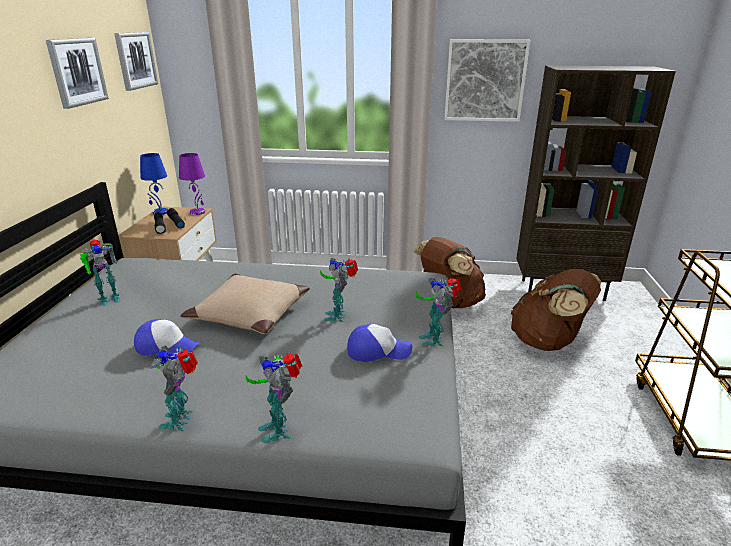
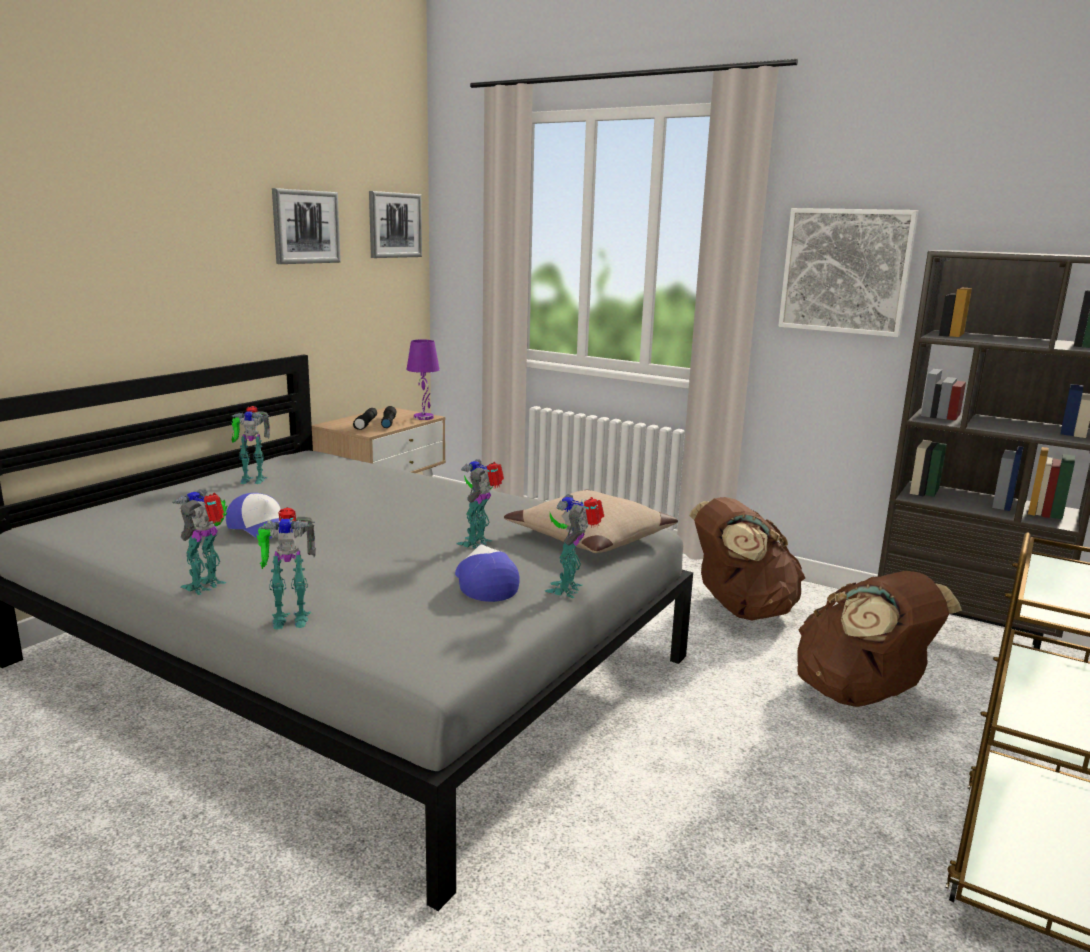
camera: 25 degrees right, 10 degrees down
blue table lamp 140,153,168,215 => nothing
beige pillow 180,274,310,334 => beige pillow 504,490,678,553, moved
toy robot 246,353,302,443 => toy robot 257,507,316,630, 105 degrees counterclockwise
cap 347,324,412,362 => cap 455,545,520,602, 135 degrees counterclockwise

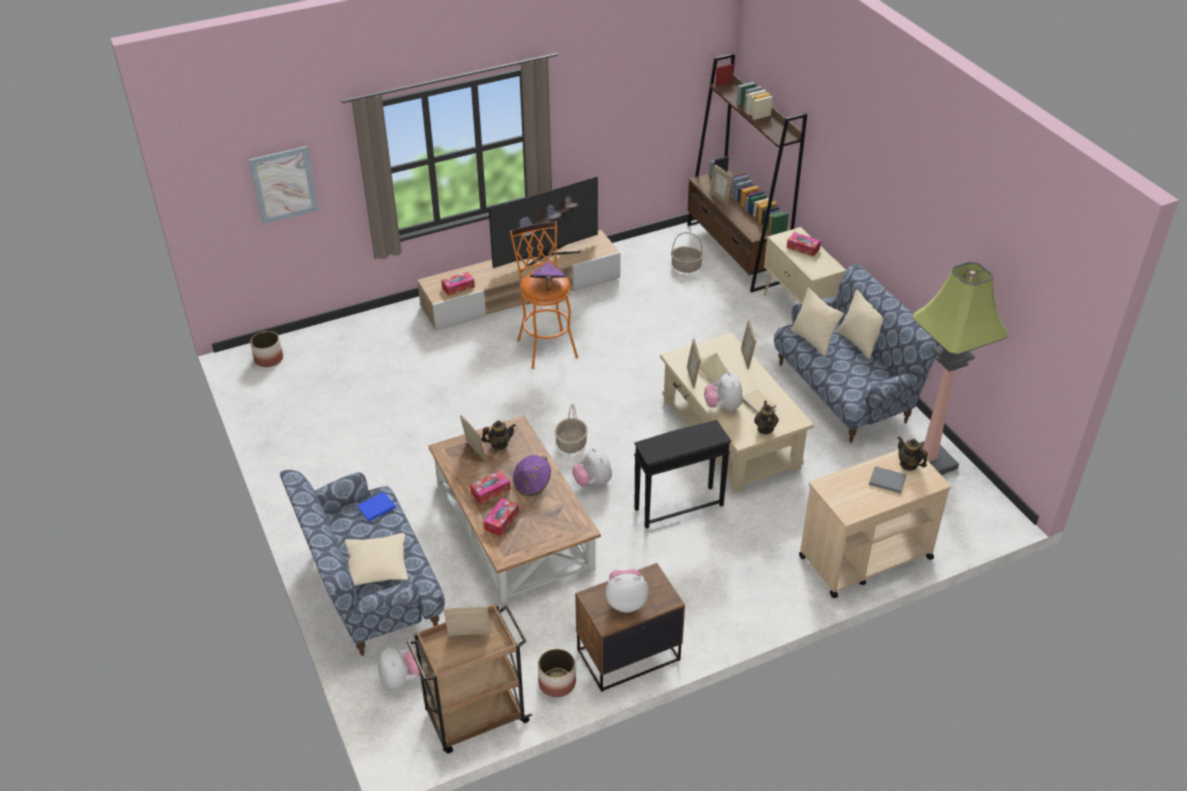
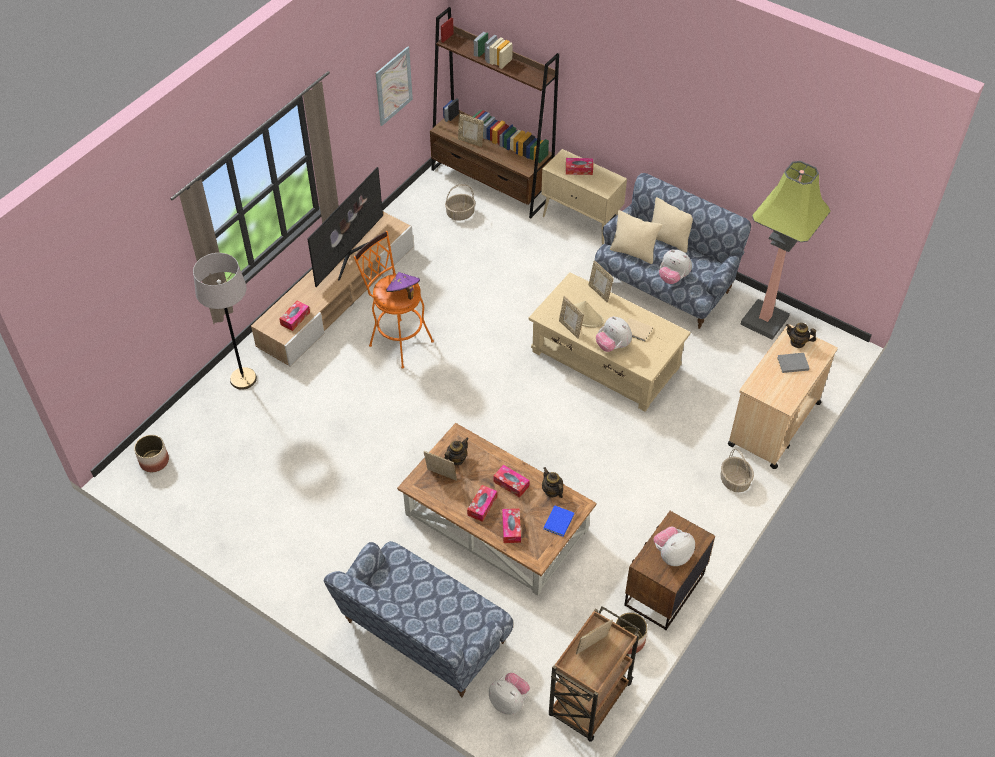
camera: 30 degrees left, 10 degrees up
picture 249,146,318,224 => picture 376,46,413,126, moved
beige pillow 345,533,408,586 => nothing
blue book 357,492,396,522 => blue book 544,505,574,537, moved
purple hat 513,455,551,496 => tissue box 493,465,530,498
basket 555,404,588,453 => basket 720,448,754,492, moved
plush toy 573,448,612,486 => plush toy 659,249,692,284, moved
black side table 634,420,731,529 => nothing
teapot 754,401,779,434 => teapot 542,467,563,498, moved
nothing => grey floor lamp 193,253,257,390

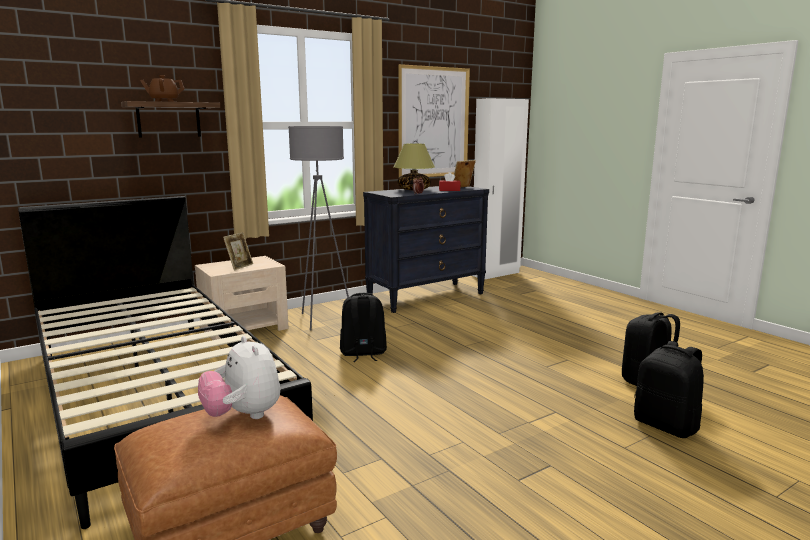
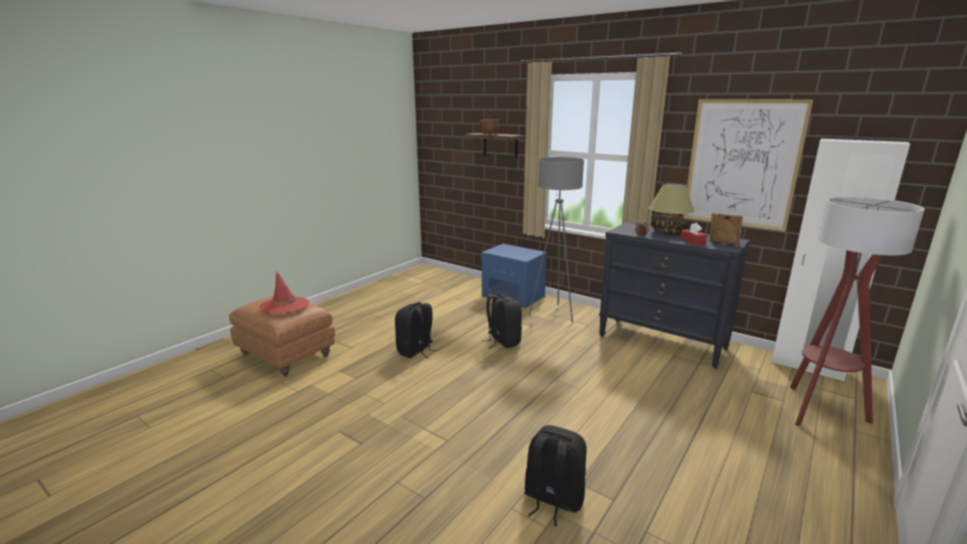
camera: 70 degrees right, 5 degrees up
black bed 18,196,313,529 => nothing
beige nightstand 195,256,289,340 => blue nightstand 482,244,547,308
plush toy 198,336,280,419 => red hat 259,271,309,314
picture frame 223,232,253,270 => nothing
black backpack 634,341,704,438 => black backpack 395,302,438,359, moved
nothing => floor lamp 790,196,925,426

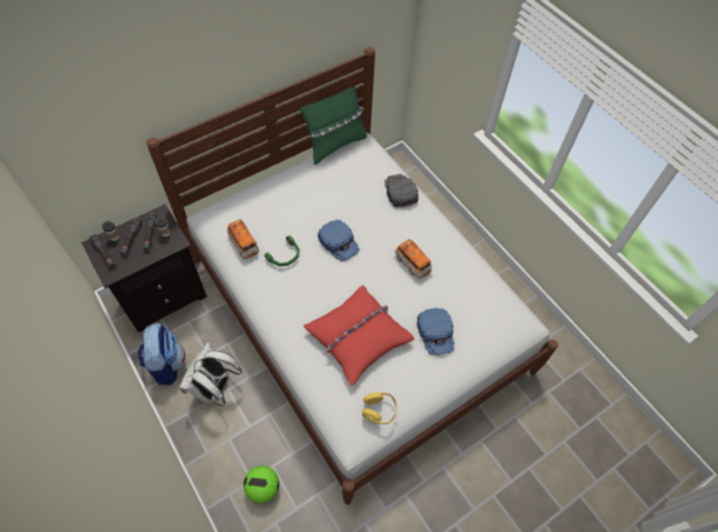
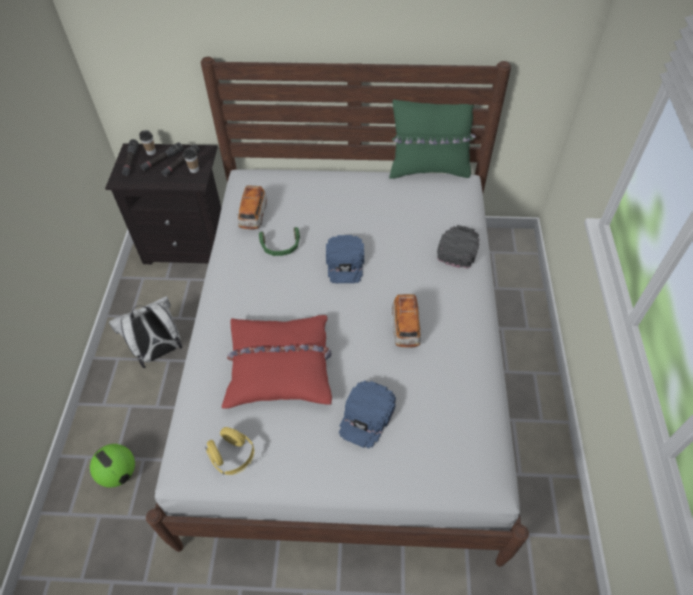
camera: 40 degrees right, 5 degrees down
backpack 138,323,186,385 => nothing

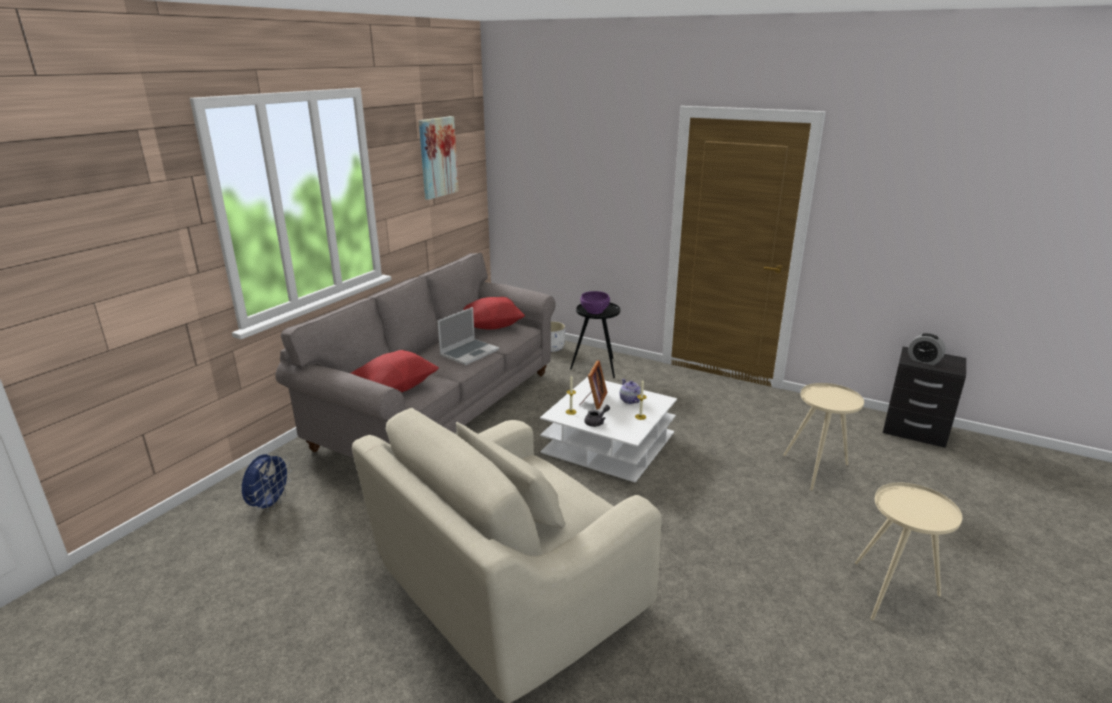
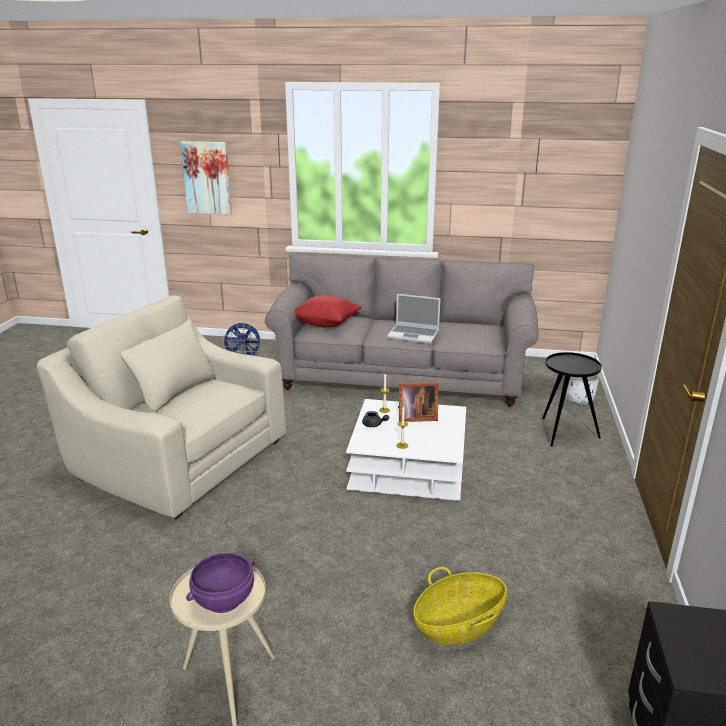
camera: 70 degrees right, 0 degrees up
picture 419,116,459,200 => picture 180,141,232,215, moved
red pillow 463,297,525,330 => nothing
purple bowl 580,291,610,314 => purple bowl 186,553,255,613, moved
teapot 620,379,641,404 => nothing
beige side table 783,383,864,490 => basket 413,567,507,645
alarm clock 908,333,945,365 => nothing

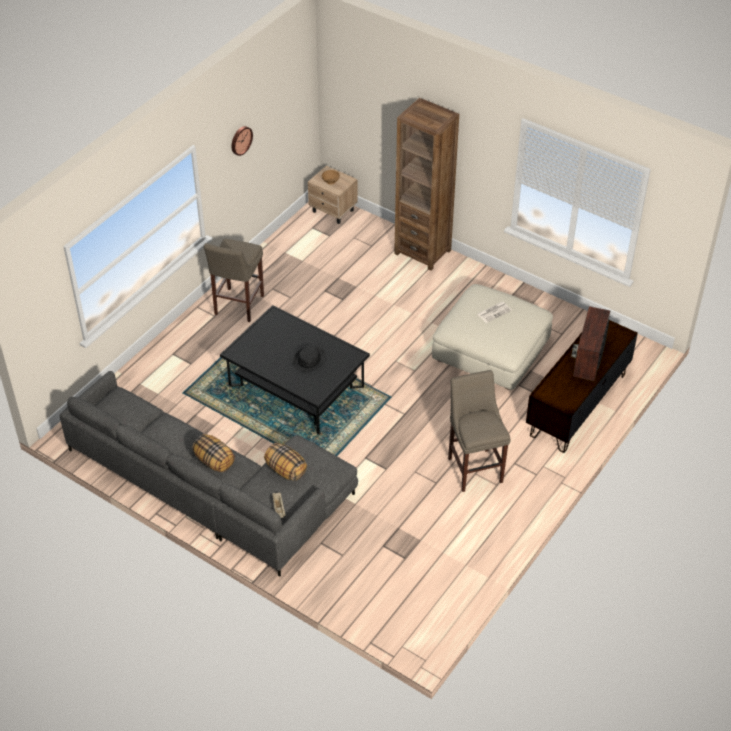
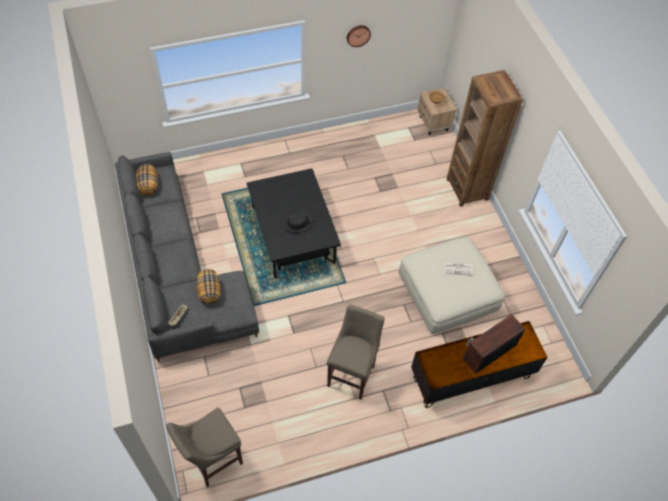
camera: 35 degrees right, 10 degrees up
pillow 192,434,235,472 => pillow 136,164,158,196, moved
beige stool 204,239,264,322 => beige stool 166,408,243,487, moved

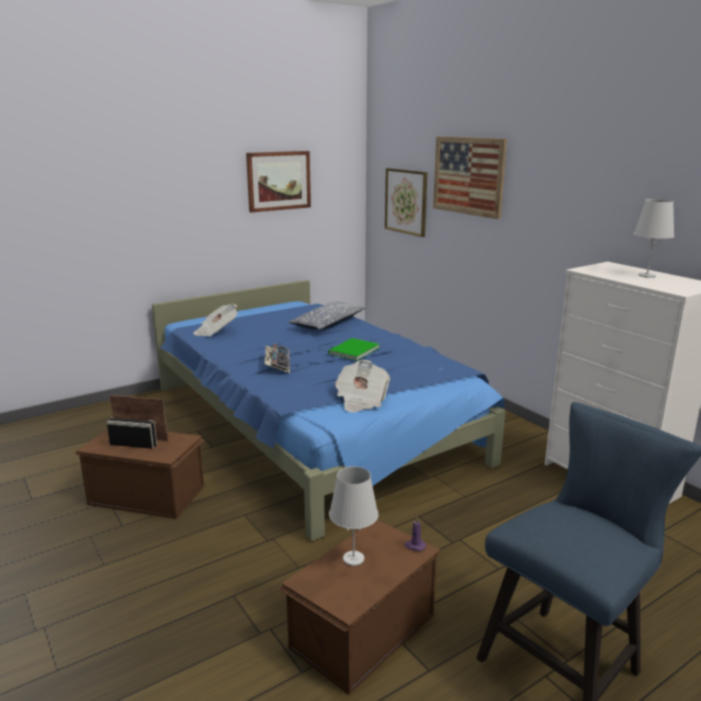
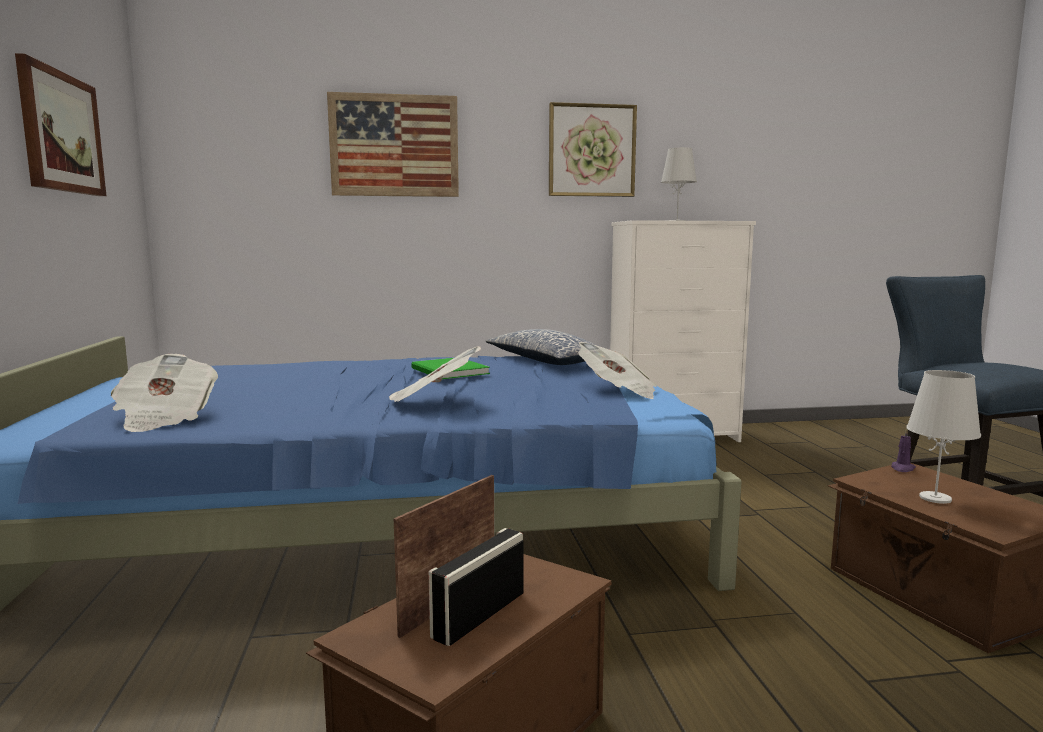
camera: 65 degrees left, 10 degrees down
keyboard 265,343,290,373 => newspaper 389,346,481,402
pillow 289,302,365,330 => pillow 486,329,598,365, moved
picture 385,168,427,237 => picture 549,102,637,197, moved

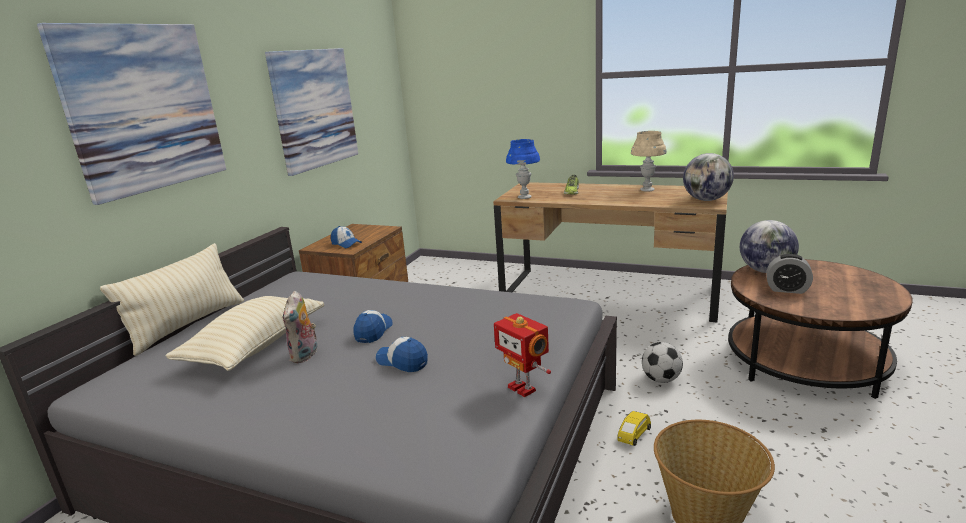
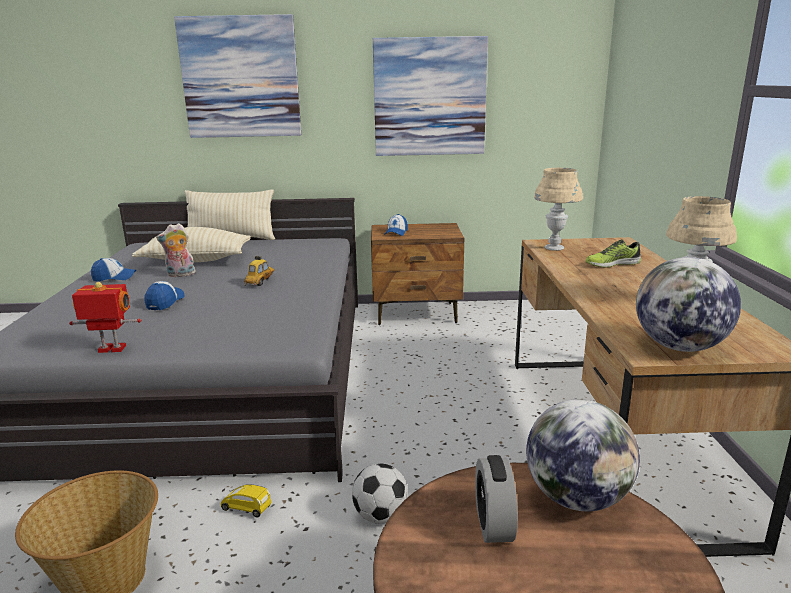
camera: 65 degrees right, 0 degrees up
cap 353,310,393,343 => cap 91,258,136,282, moved
toy robot 494,313,551,397 => toy robot 69,282,141,353, 60 degrees clockwise
blue table lamp 506,139,540,199 => beige table lamp 534,168,583,251
nothing => toy car 244,256,275,286

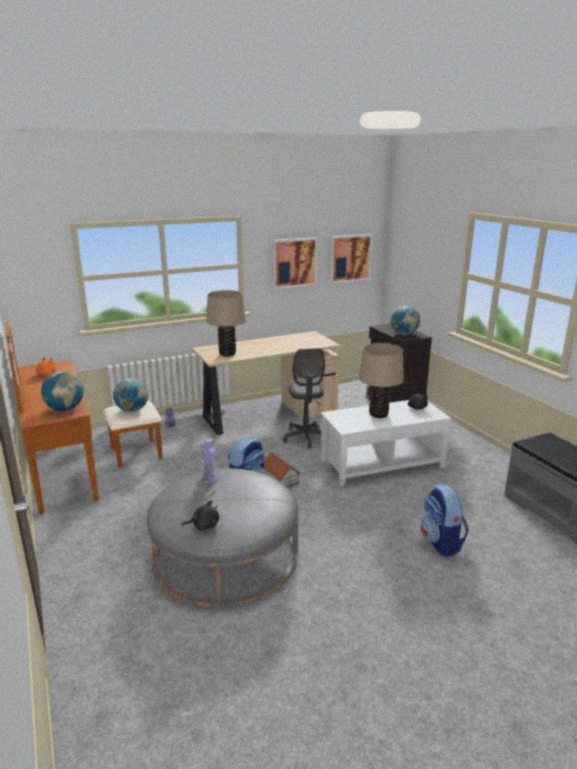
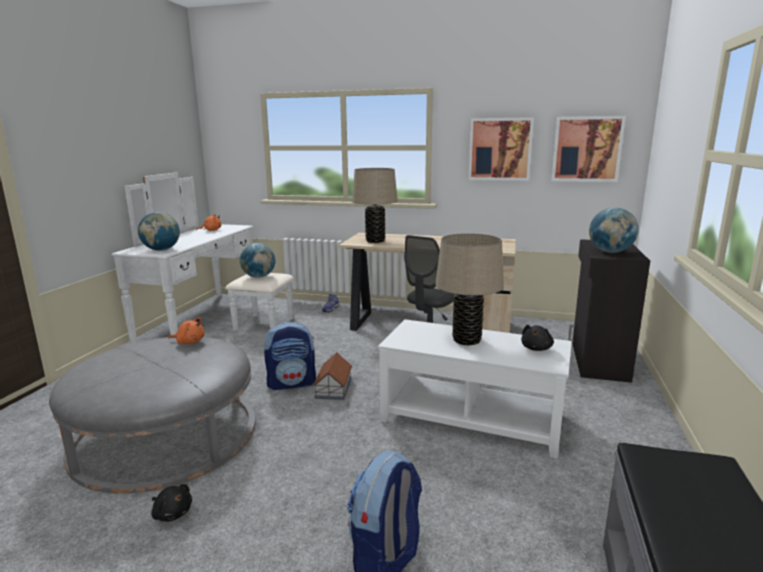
camera: 40 degrees right, 5 degrees down
brown dresser 6,321,163,514 => white dresser 112,172,294,343
black plush toy 181,500,219,531 => black plush toy 151,484,192,522, moved
toy robot 201,438,219,484 => orange plush toy 169,317,205,344

